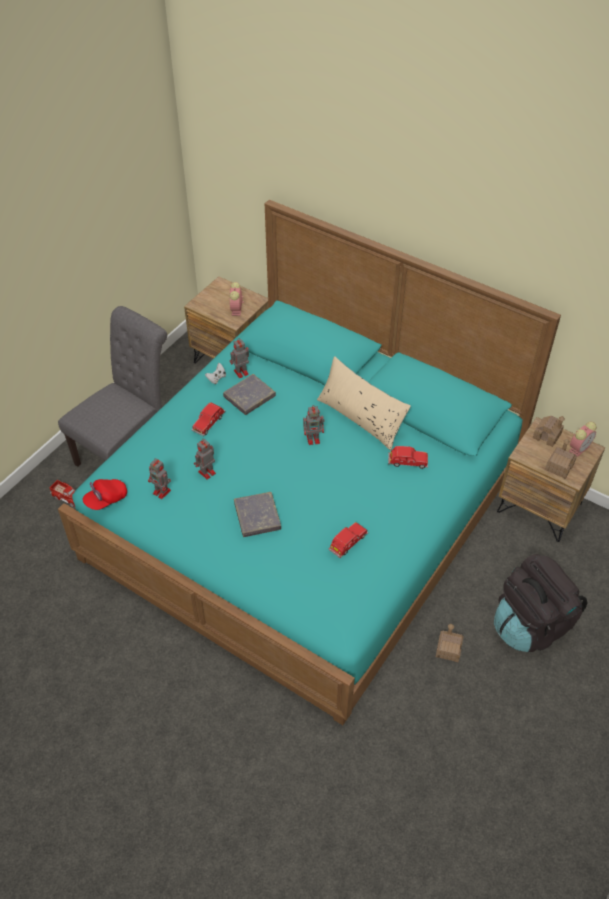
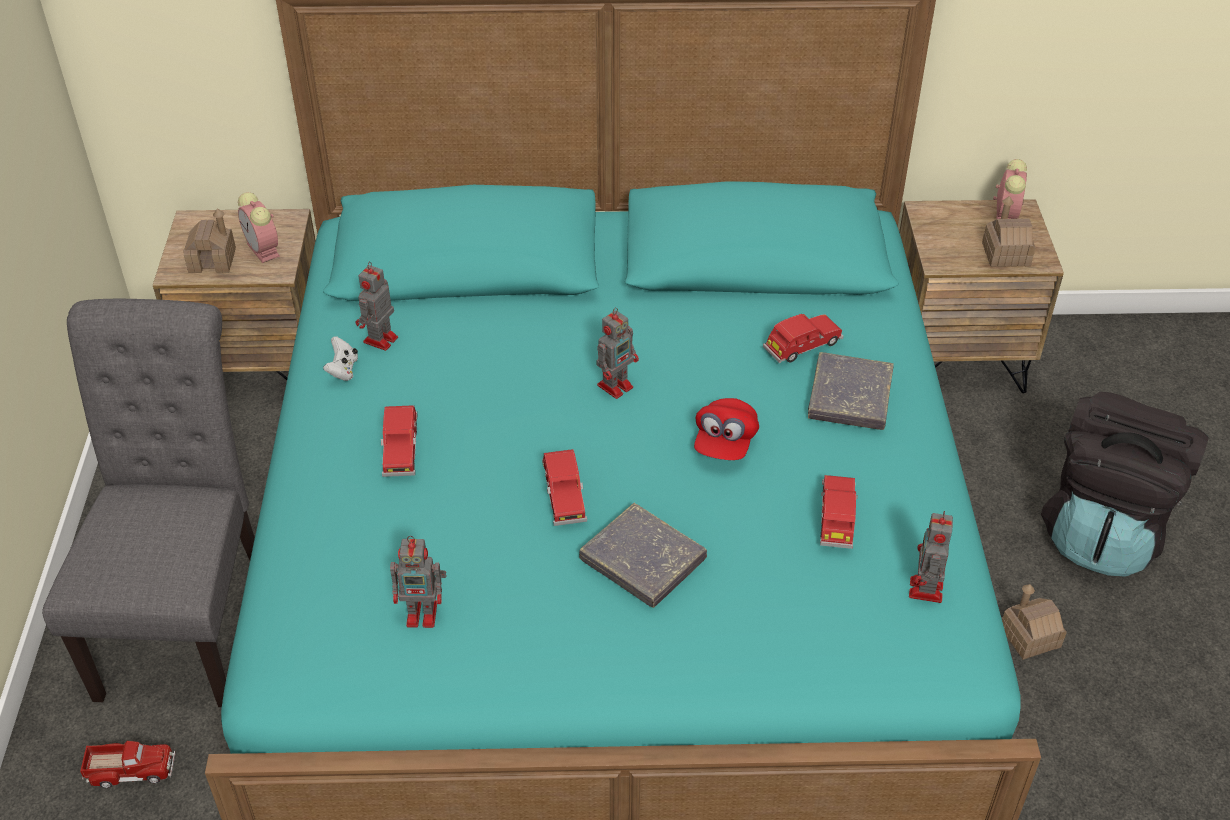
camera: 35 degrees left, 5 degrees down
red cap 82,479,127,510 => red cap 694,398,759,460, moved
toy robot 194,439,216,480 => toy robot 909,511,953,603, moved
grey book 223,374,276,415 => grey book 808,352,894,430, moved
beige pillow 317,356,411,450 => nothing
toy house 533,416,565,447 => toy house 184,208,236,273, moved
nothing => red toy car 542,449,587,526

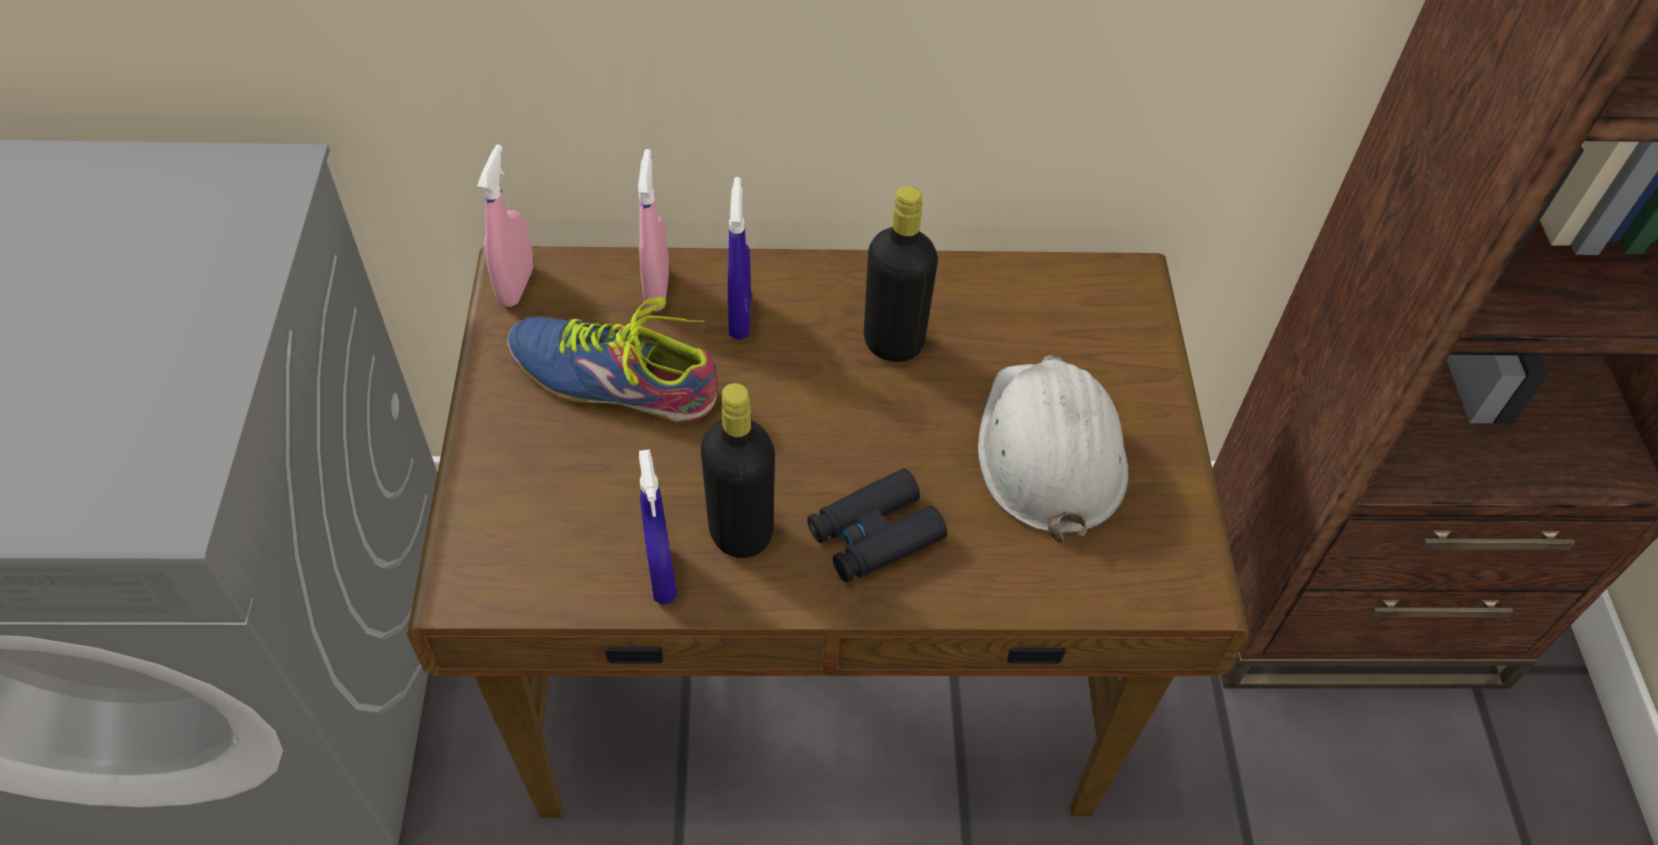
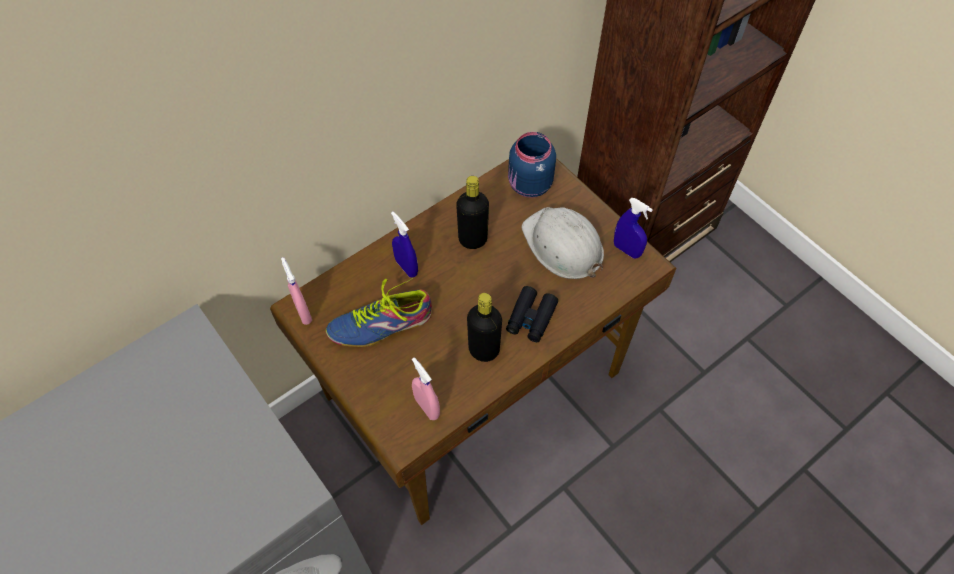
camera: 35 degrees left, 5 degrees up
pink spray bottle 638,149,669,312 => pink spray bottle 412,357,440,420, moved
blue spray bottle 639,449,677,605 => blue spray bottle 614,198,653,259, moved
nothing => blue jar 508,132,556,198

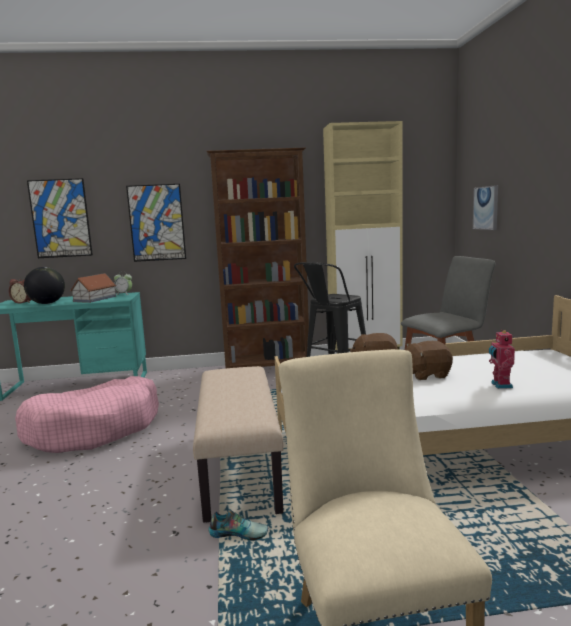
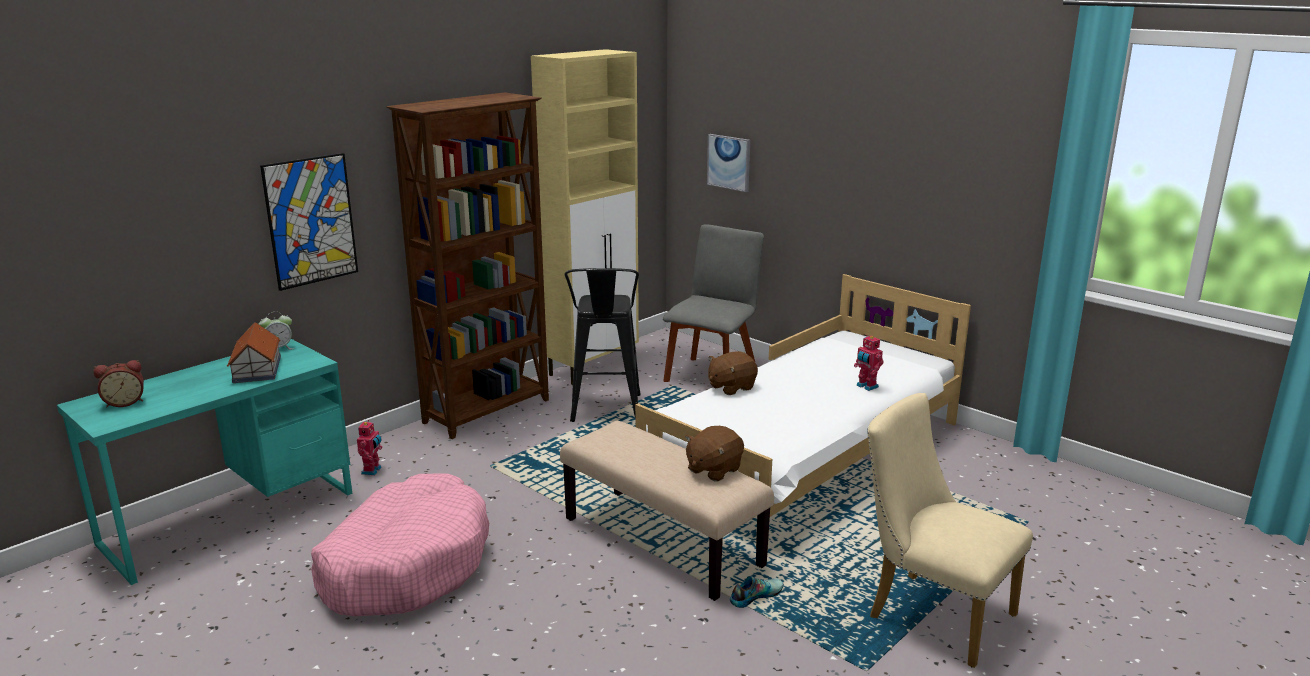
camera: 40 degrees left, 10 degrees up
globe 24,267,65,304 => nothing
picture 27,178,93,258 => nothing
brown plush toy 405,341,453,380 => brown plush toy 685,426,744,481, moved
nothing => toy robot 357,420,382,475

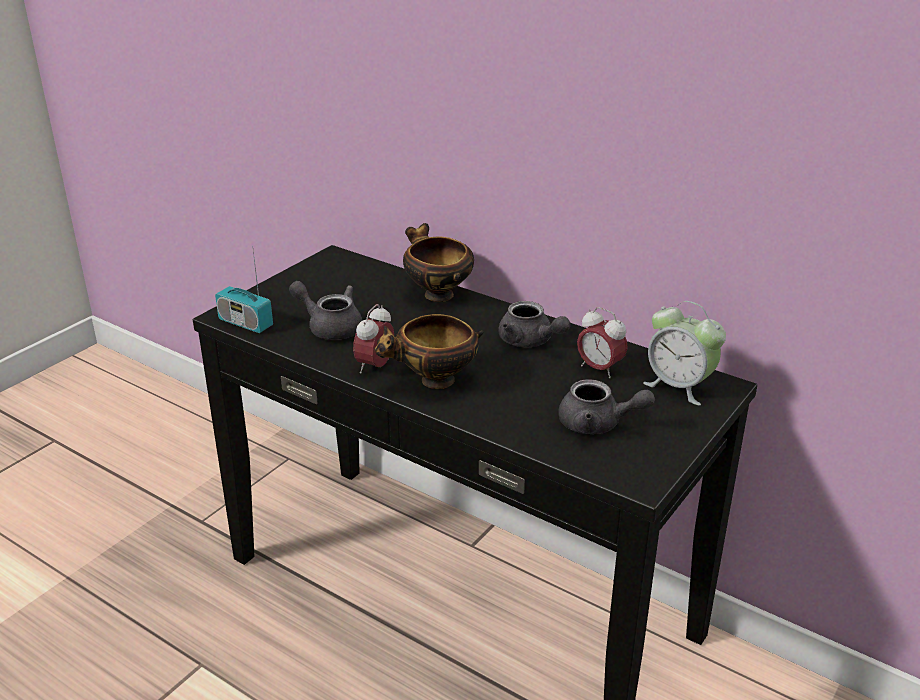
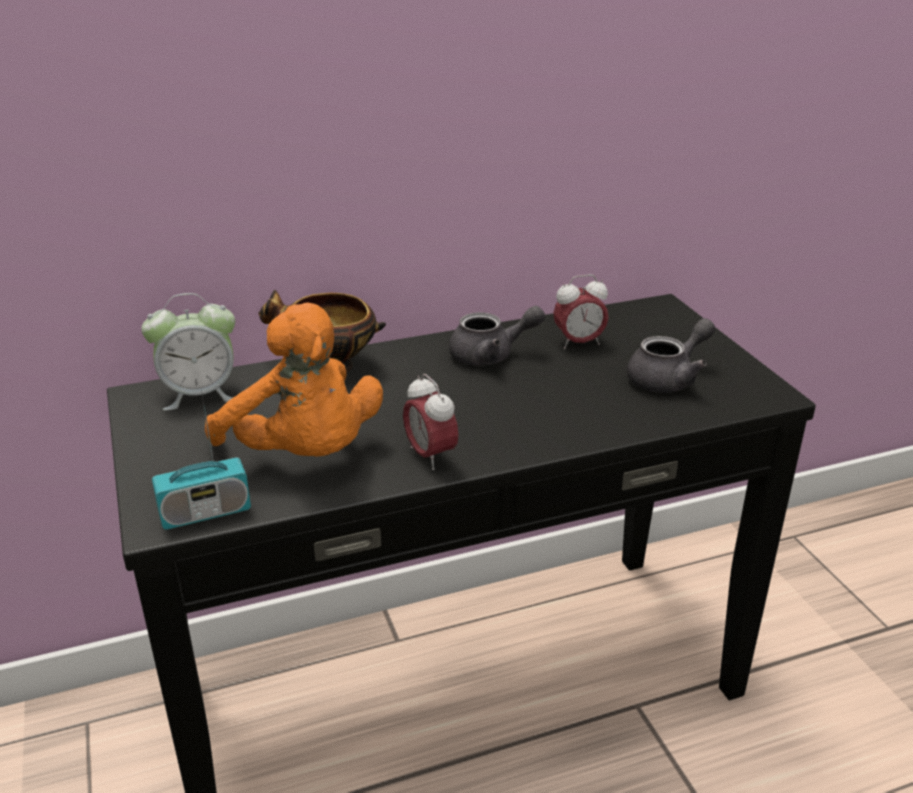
camera: 55 degrees left, 0 degrees up
grey teapot 289,281,363,340 => orange plush toy 205,303,383,457
bowl 374,314,484,389 => nothing
alarm clock 643,301,726,405 => alarm clock 141,293,235,411, moved

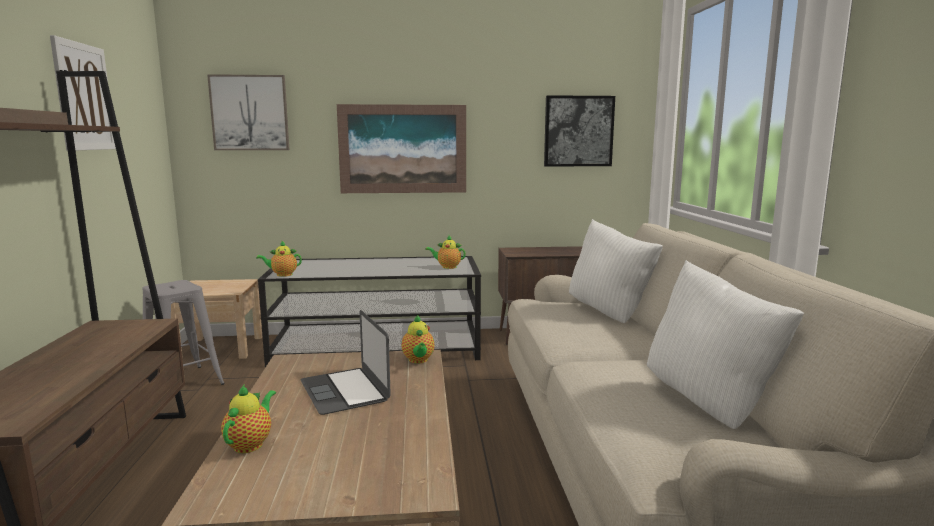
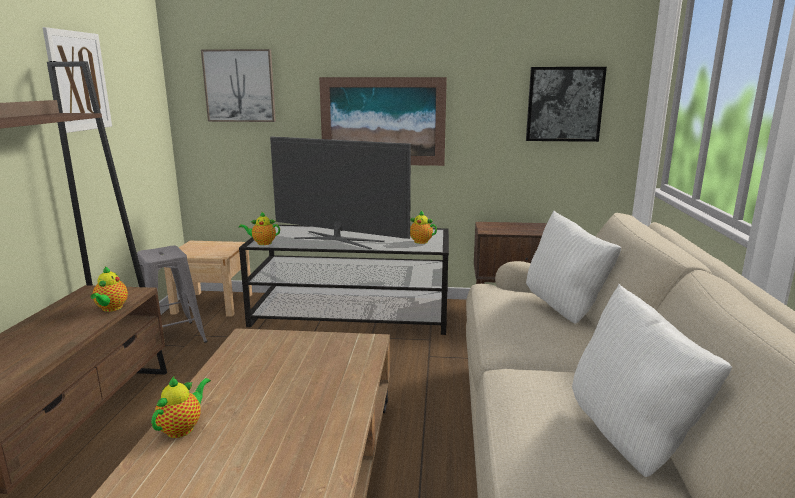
camera: 10 degrees right, 5 degrees up
laptop 301,310,391,415 => nothing
teapot 402,315,434,363 => teapot 90,266,128,312, moved
nothing => television 270,136,411,249

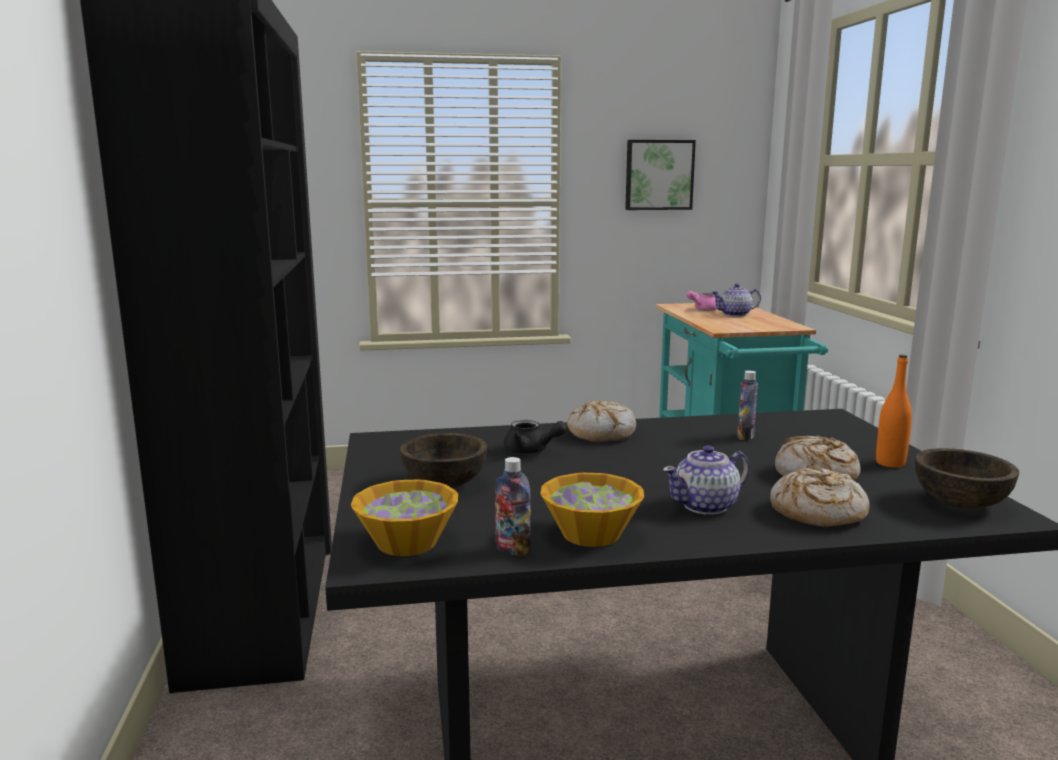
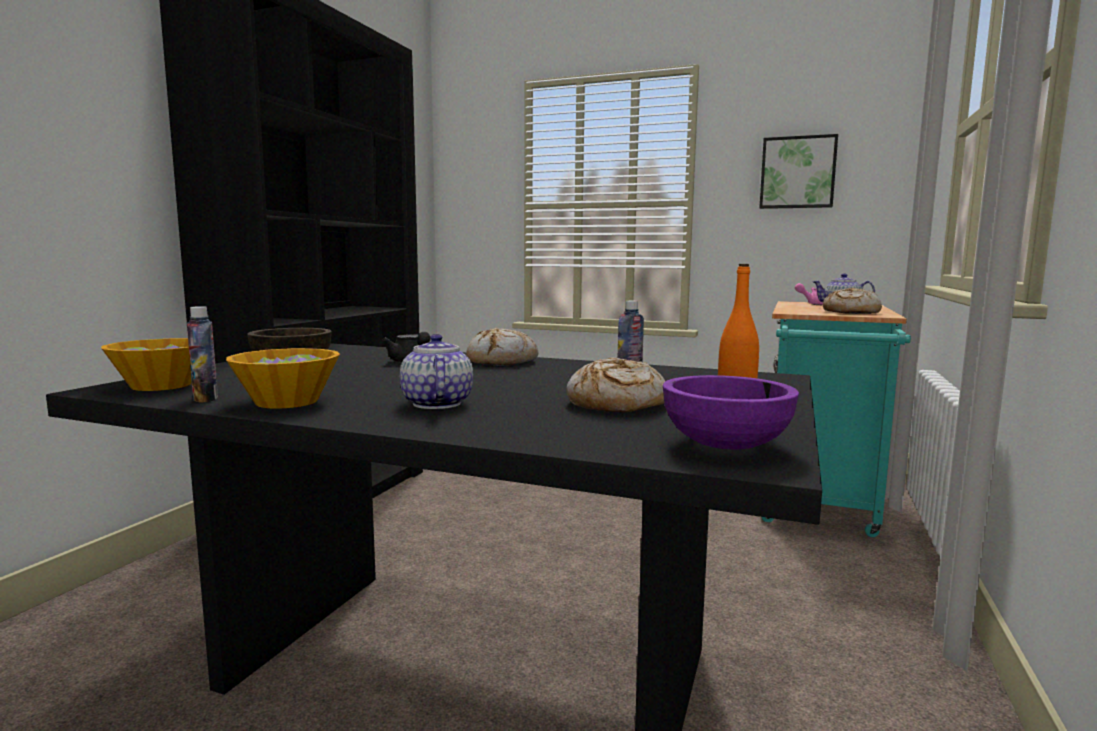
camera: 30 degrees right, 5 degrees down
teapot 663,445,749,515 => teapot 400,334,473,409, 75 degrees clockwise
bread 770,466,870,527 => bread 823,288,882,314, moved
brown bowl 915,448,1019,509 => purple bowl 663,375,799,450

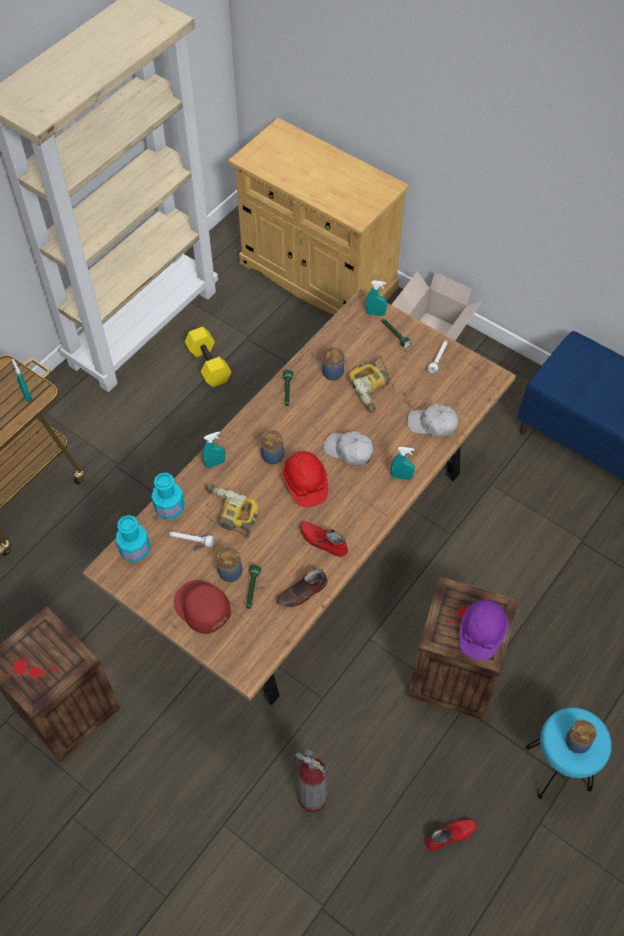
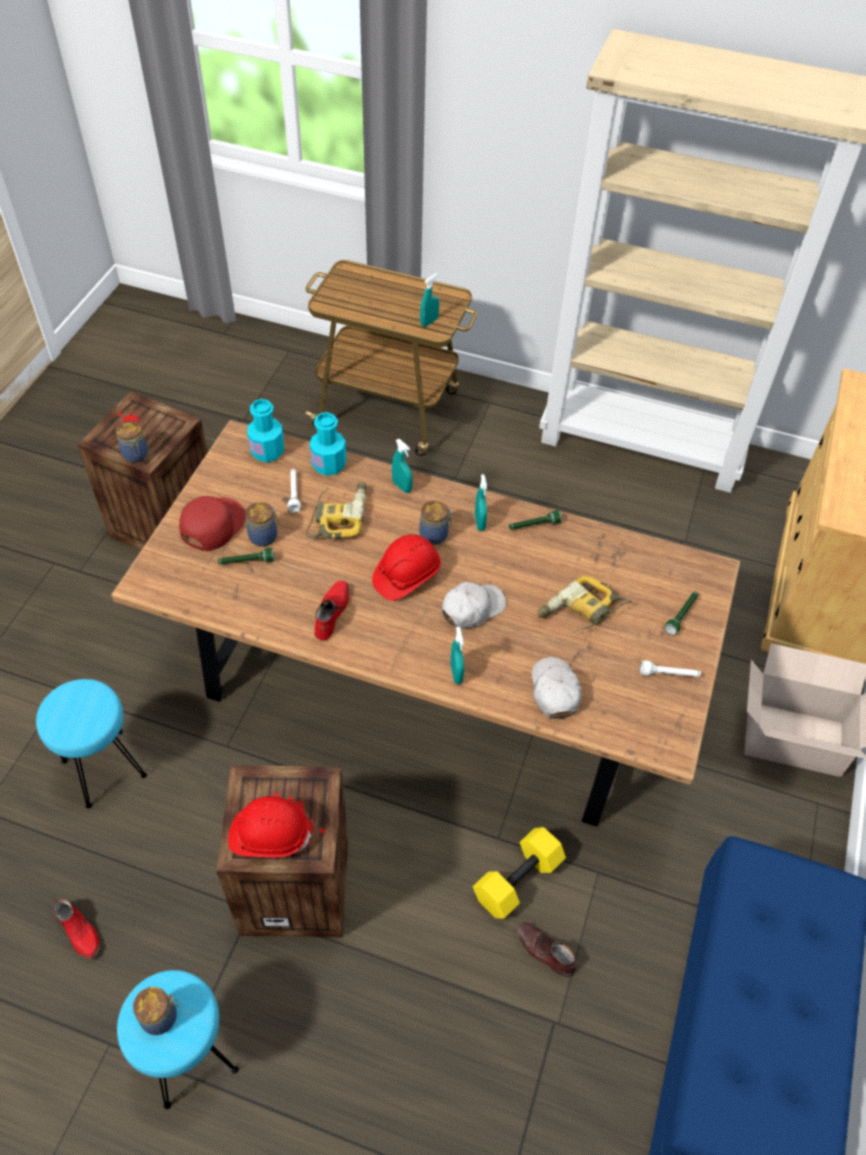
camera: 70 degrees right, 5 degrees down
yellow dumbbell 185,327,232,387 => yellow dumbbell 473,827,566,919, moved
brown shoe 276,569,328,607 => brown shoe 517,922,576,977, moved
fire extinguisher 296,748,330,813 => turquoise stool 36,679,147,808
jar 322,347,347,381 => jar 116,421,148,462, moved
white cap 324,431,374,466 => white cap 442,582,506,629, 45 degrees clockwise
turquoise spray bottle 366,280,387,316 => turquoise spray bottle 475,474,487,531, moved
purple hard hat 459,600,508,660 => red hard hat 228,796,311,858

